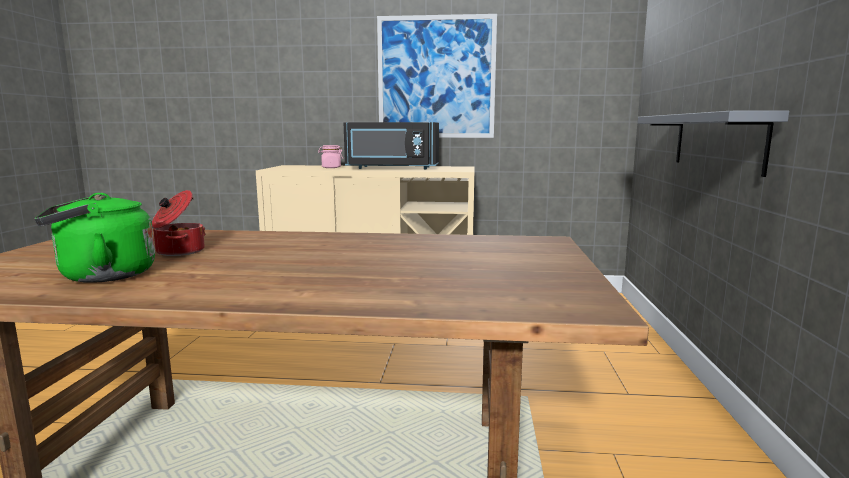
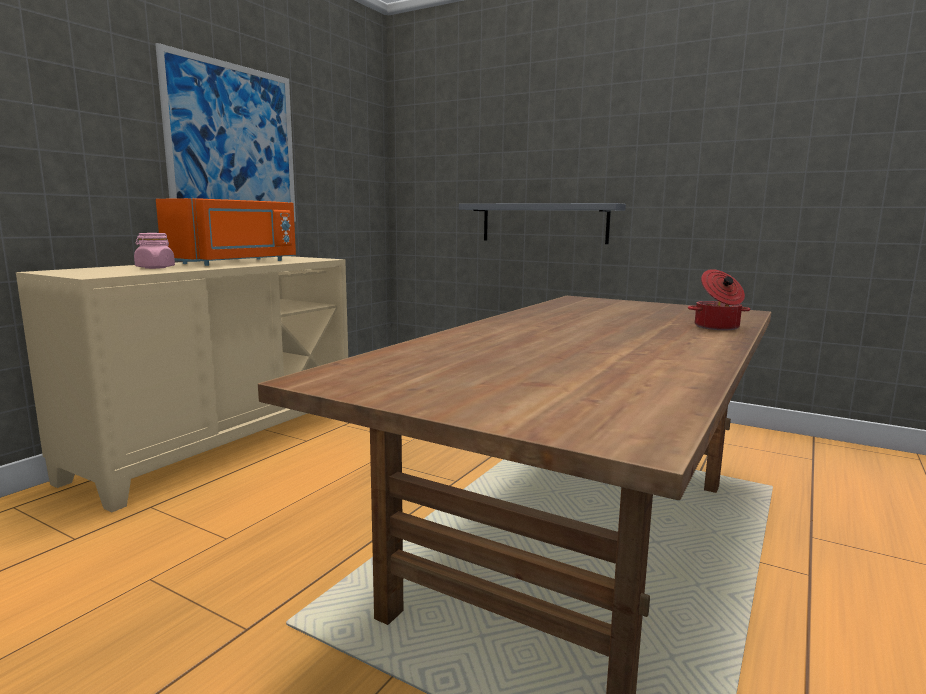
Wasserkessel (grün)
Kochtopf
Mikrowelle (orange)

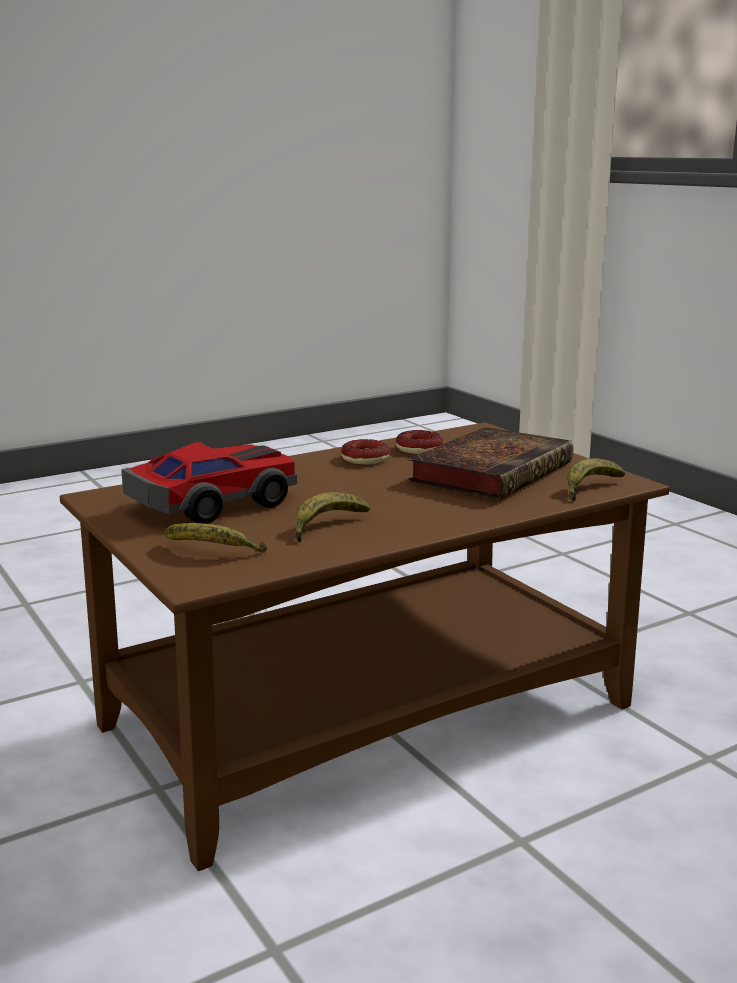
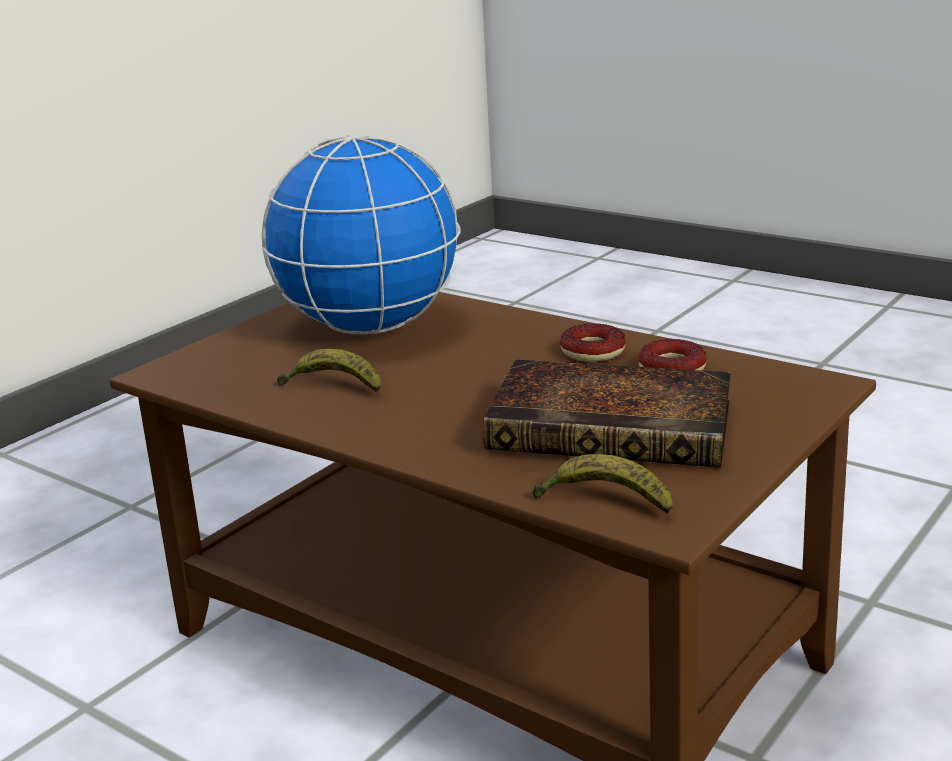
Globus
Banane (1st from left in the first image)

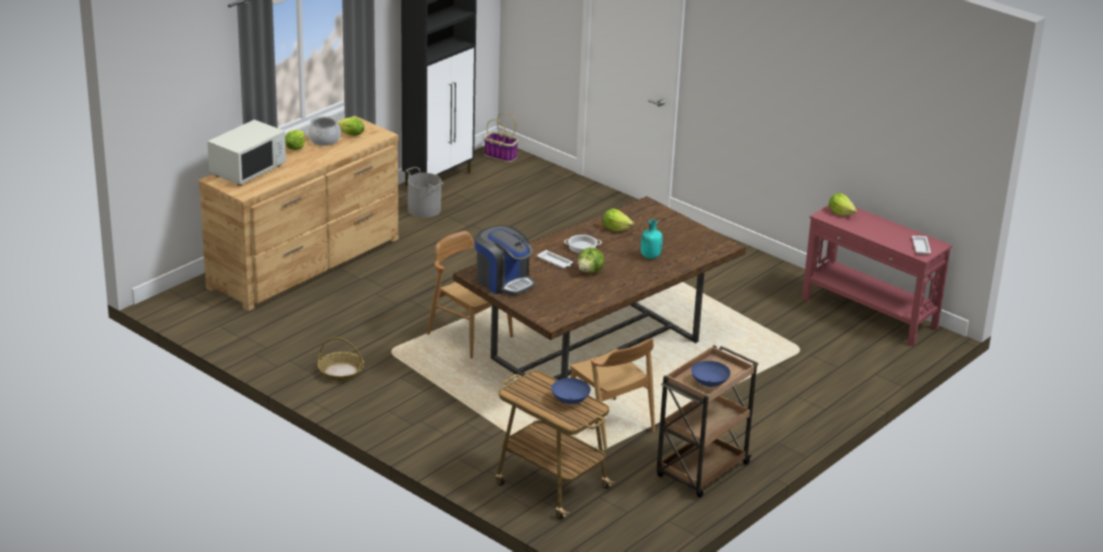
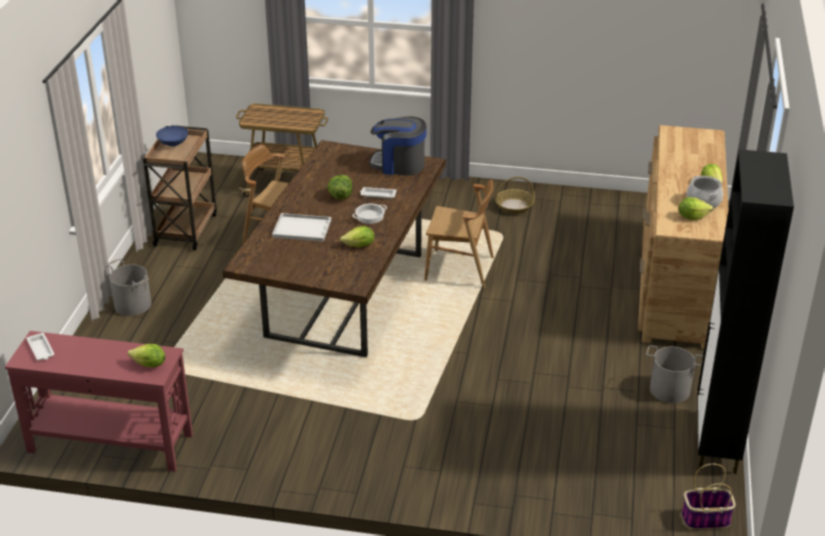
Mikrowelle (weiß)
Schüssel (blau) (1st from left in the first image)
Tablett (weiß) (2nd from left)
Eimer (grau) (1st from left)

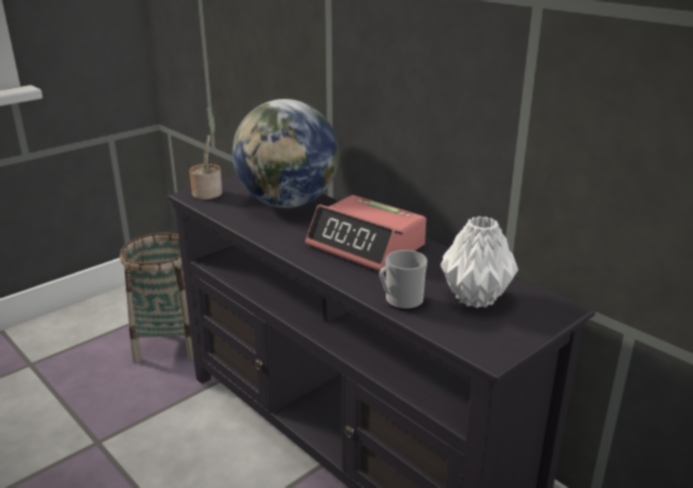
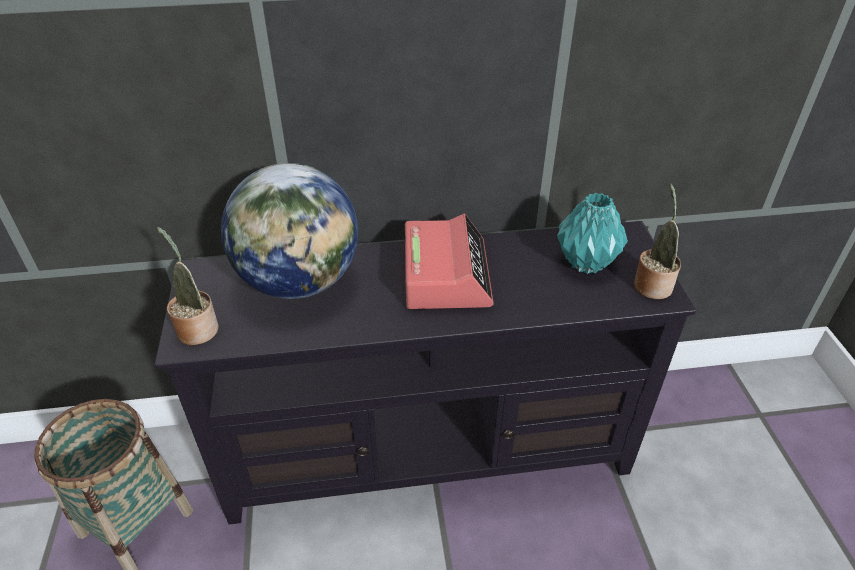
Wecker
Henkelbecher
Vase (türkis)
Topfpflanze (2nd from left)

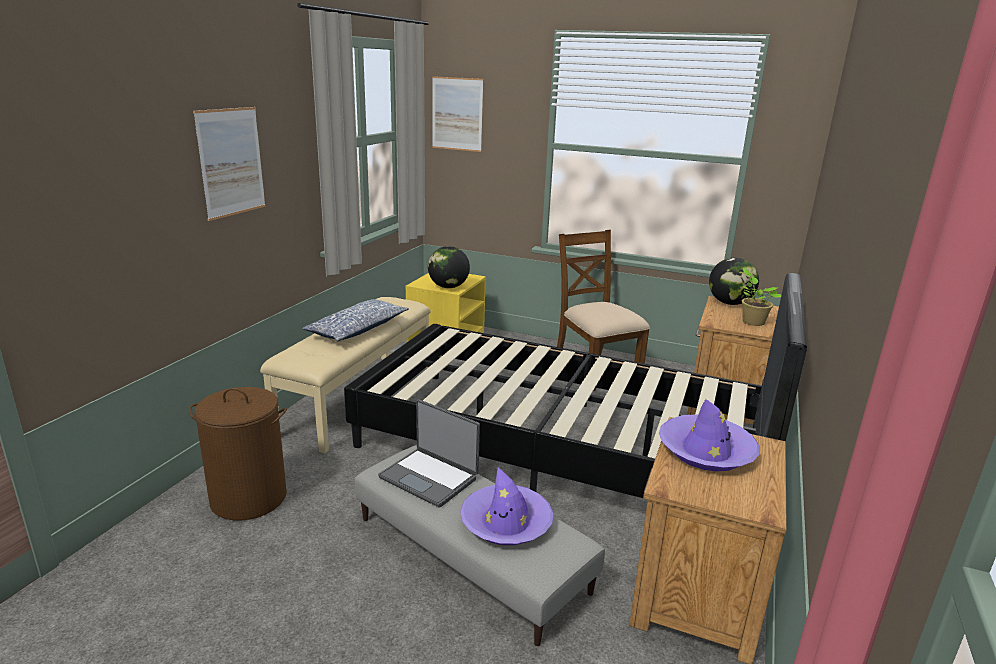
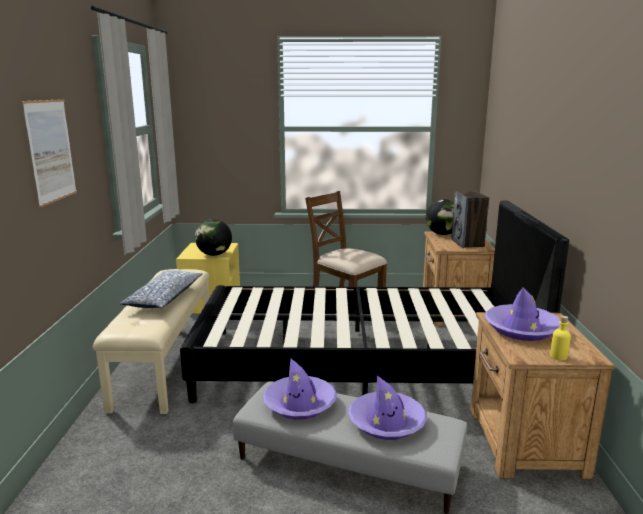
Wäschekorb (braun)
Hut (lila) (1st from left)
Bild (2nd from left in the first image)
Lautsprecher
Flasche (gelb)

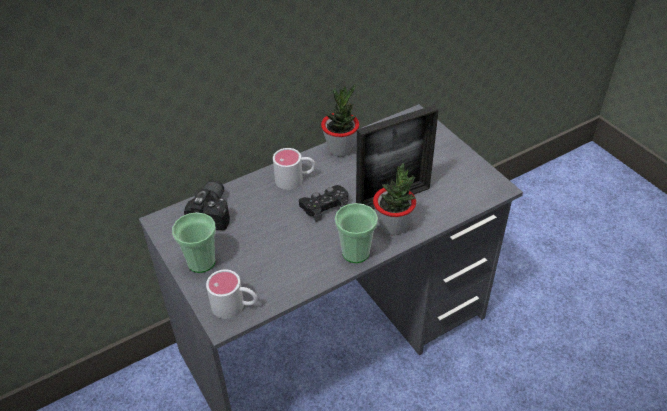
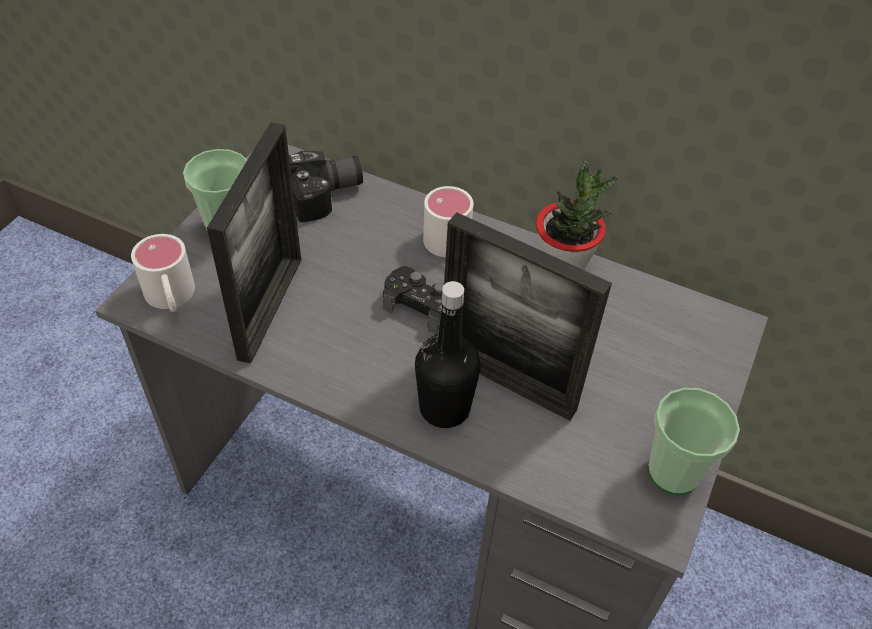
Tasse (2nd from left)
Flasche (schwarz)
Bilderrahmen (1st from left)

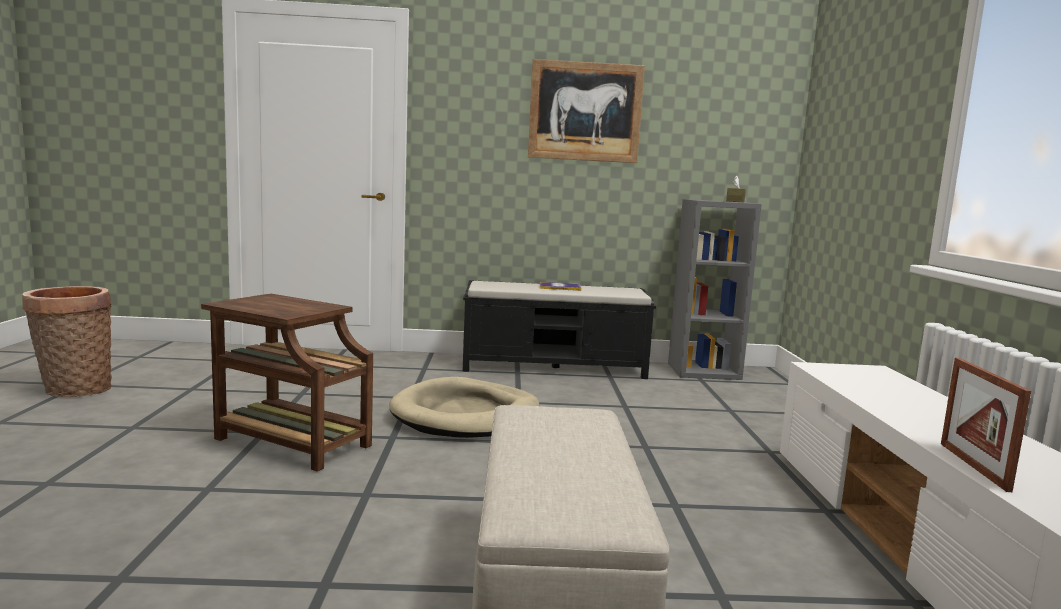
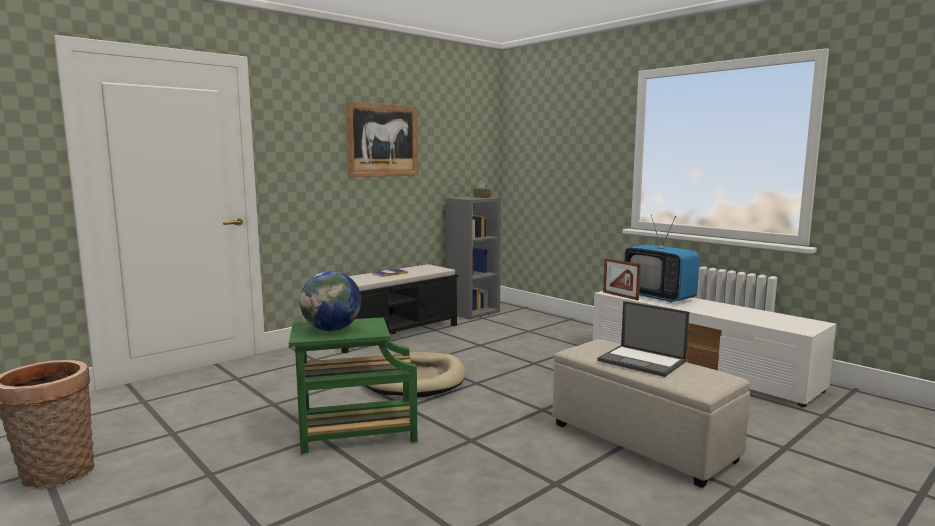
Beistelltisch (grün)
Bilderrahmen
Globus
Laptop
Fernseher

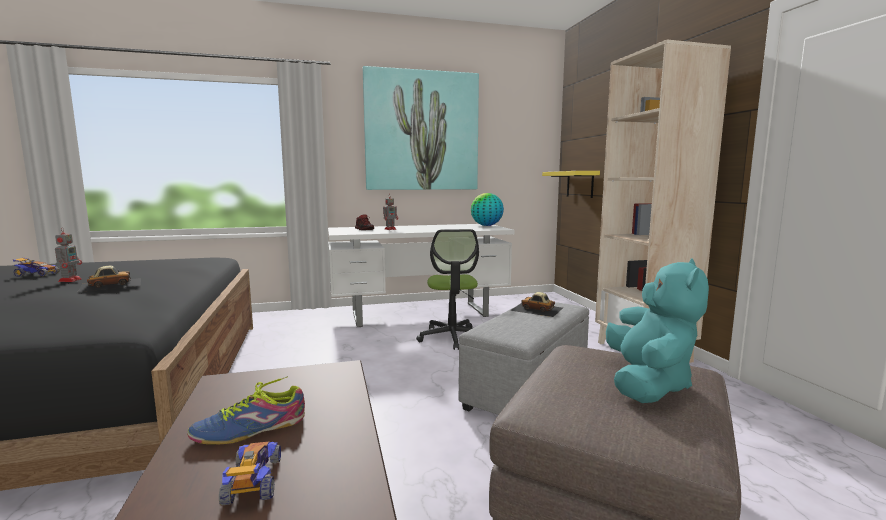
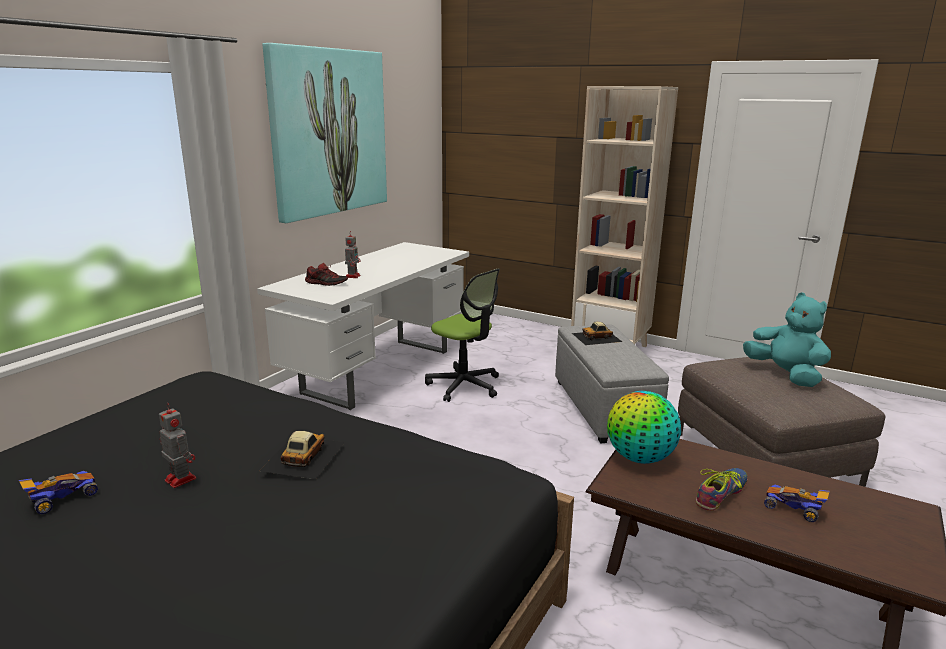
Schuh (2nd from left)
Globus
Wandregal (gelb)

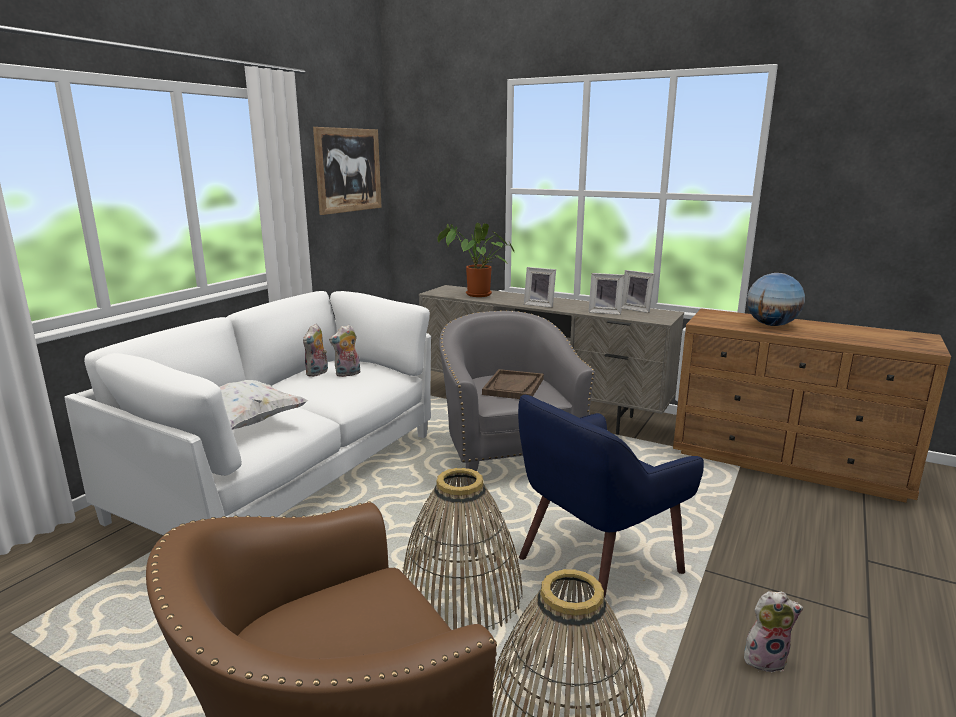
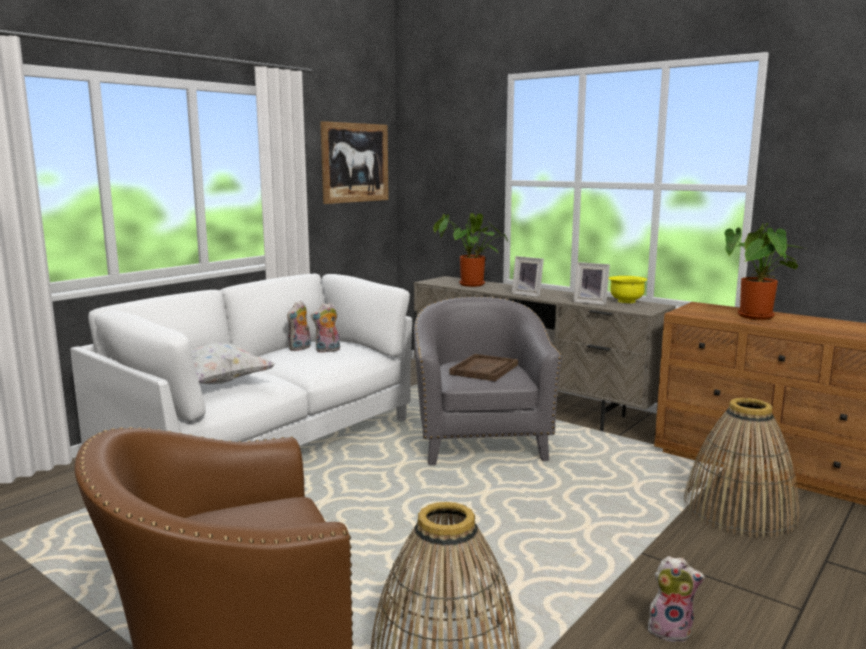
Korb (2nd from left)
Sessel (blau)
Schüssel (gelb)
Topfpflanze (2nd from left)

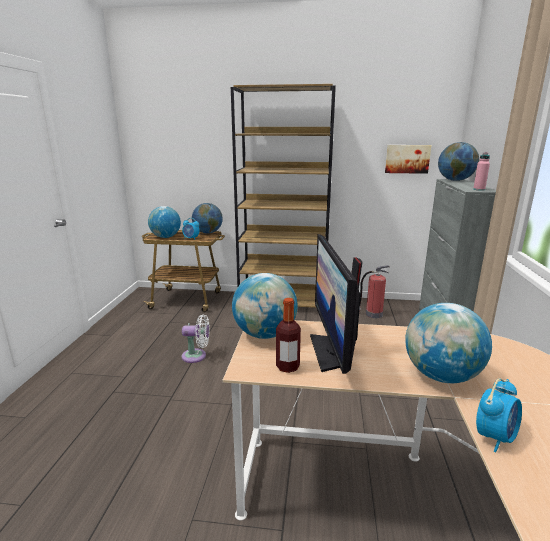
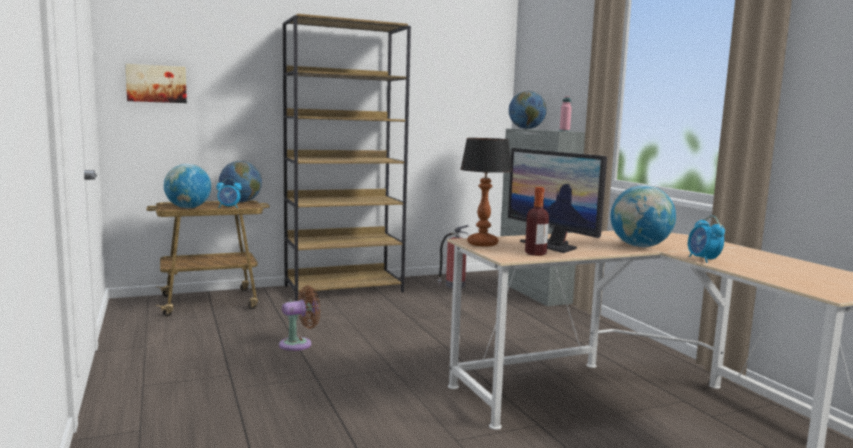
Ventilator (braun)
Tischlampe
Bild
Wecker (2nd from left)

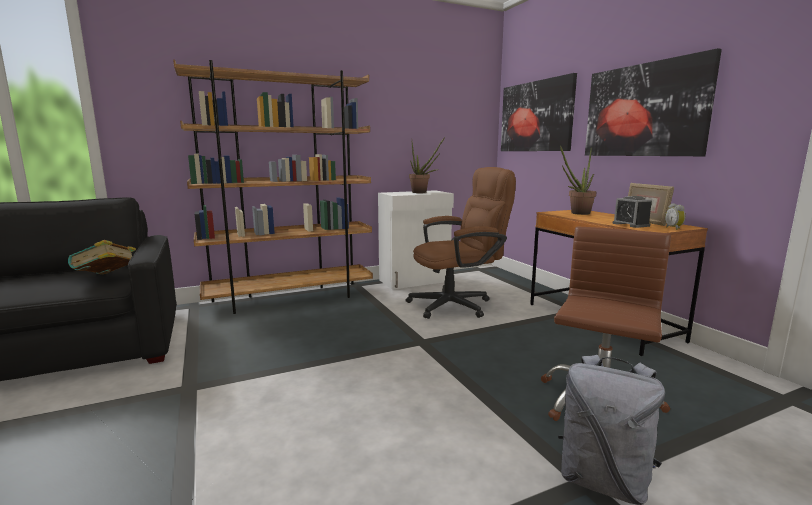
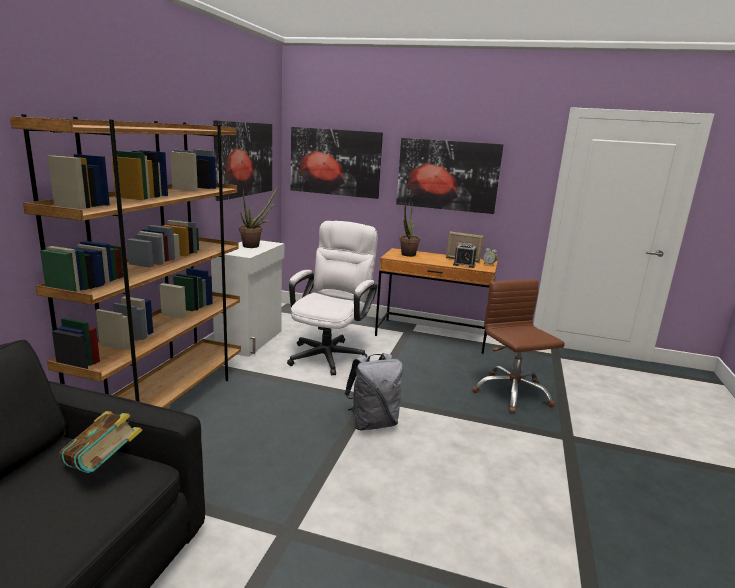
Bürostuhl (weiß)
Rucksack (grau)
Bild (1st from left)

